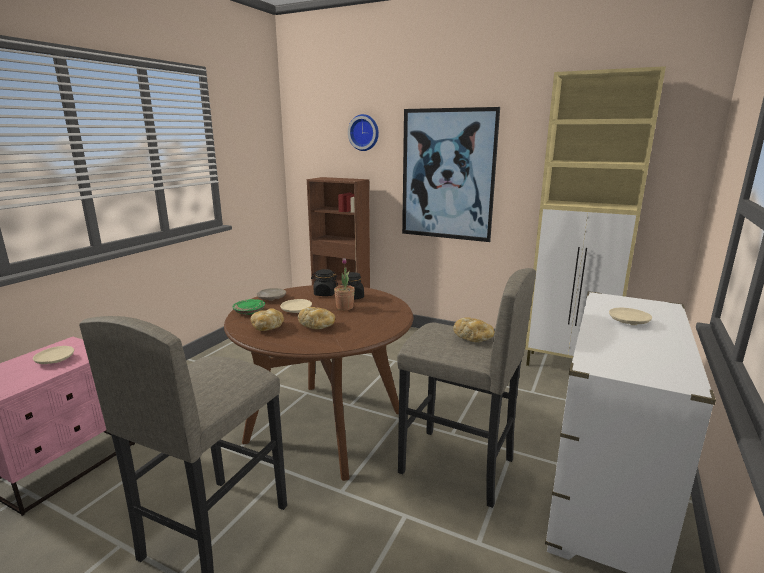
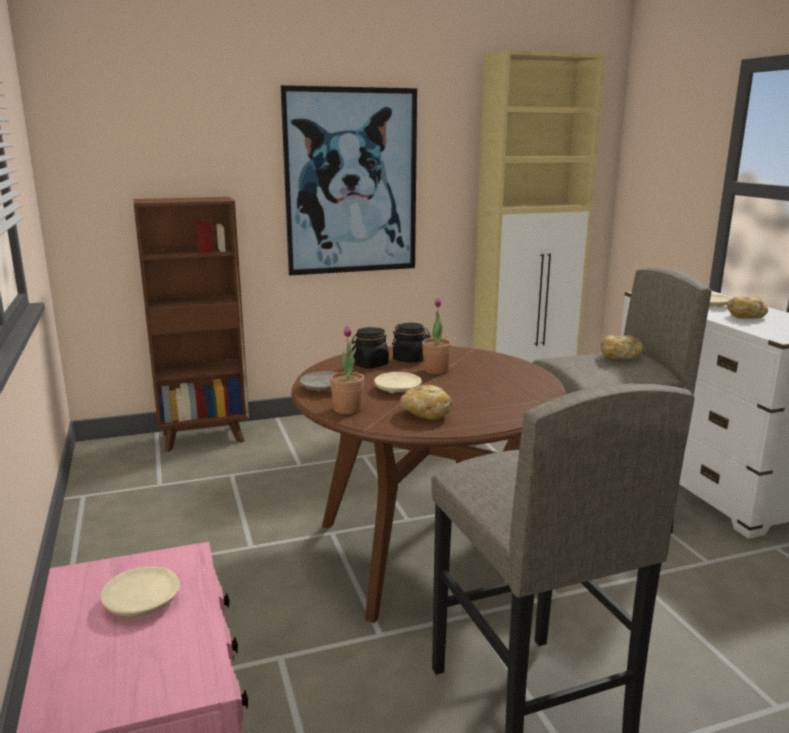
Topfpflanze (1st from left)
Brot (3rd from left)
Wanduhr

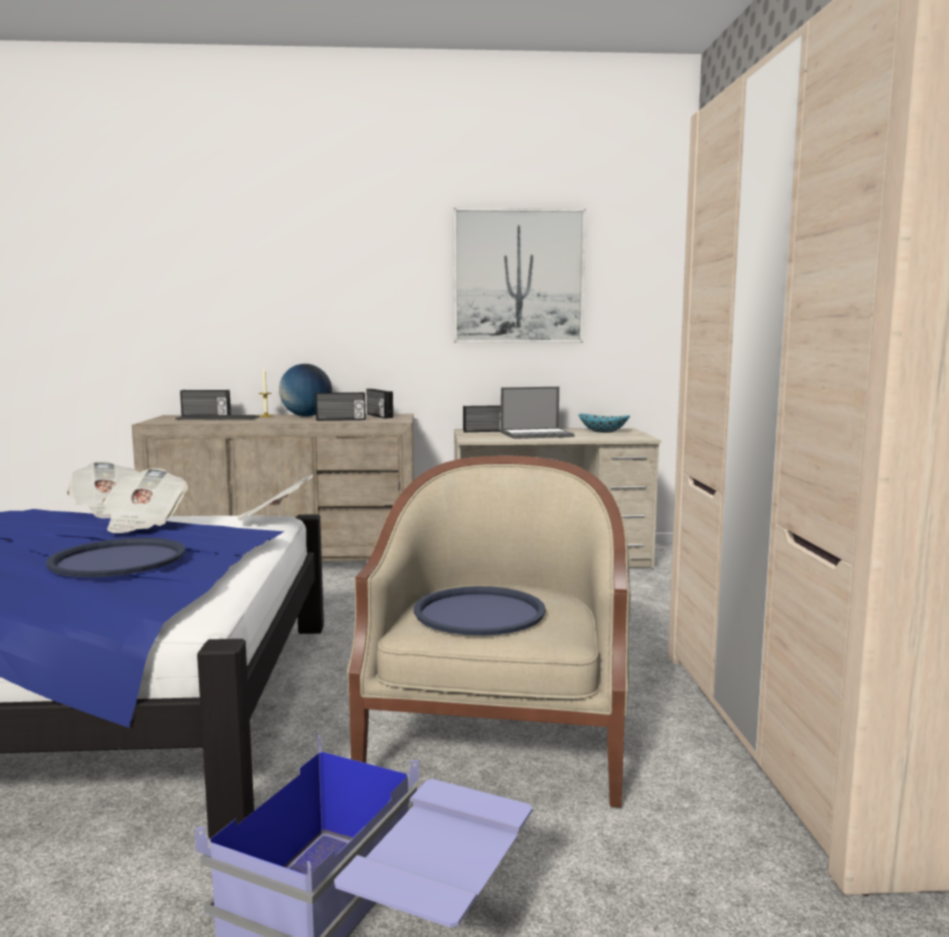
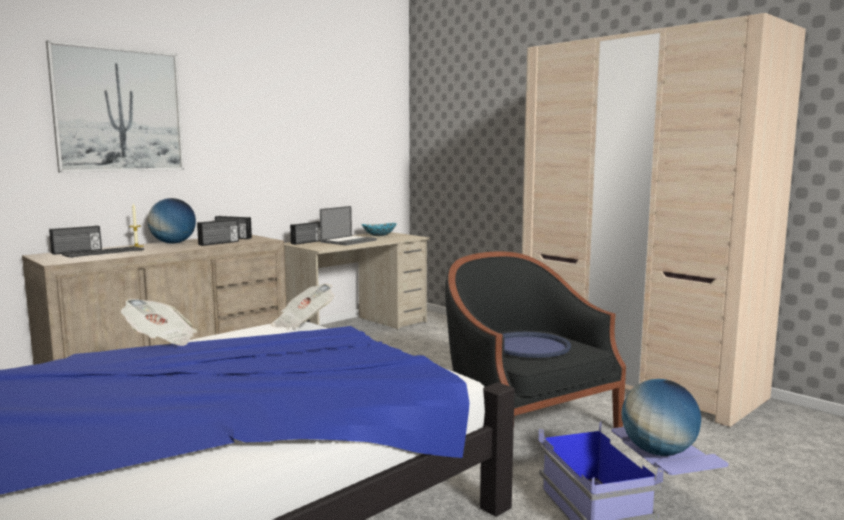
Tablett (blau) (1st from left in the first image)
Zeitung (2nd from left in the first image)
Sessel (schwarz)
Bild
Globus (2nd from left)

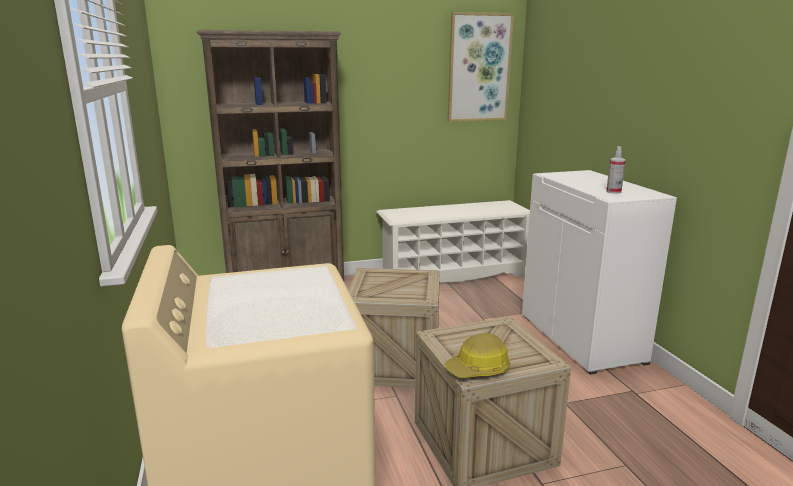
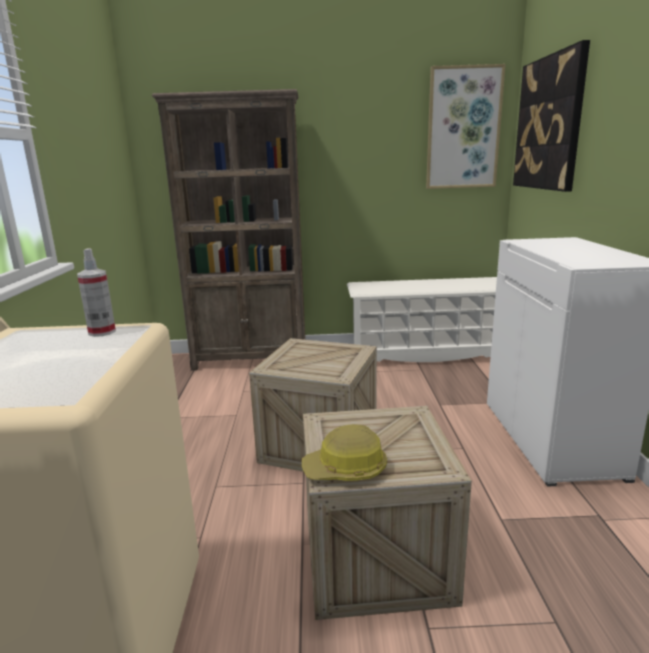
Sprühflasche
Bild (2nd from left)

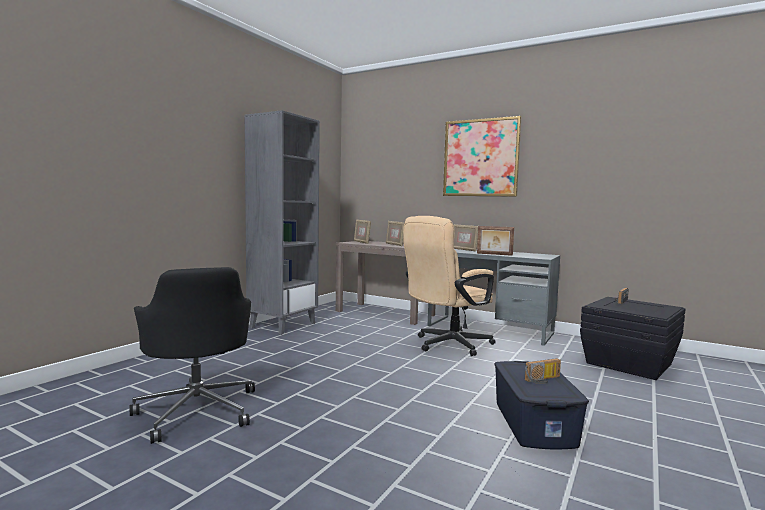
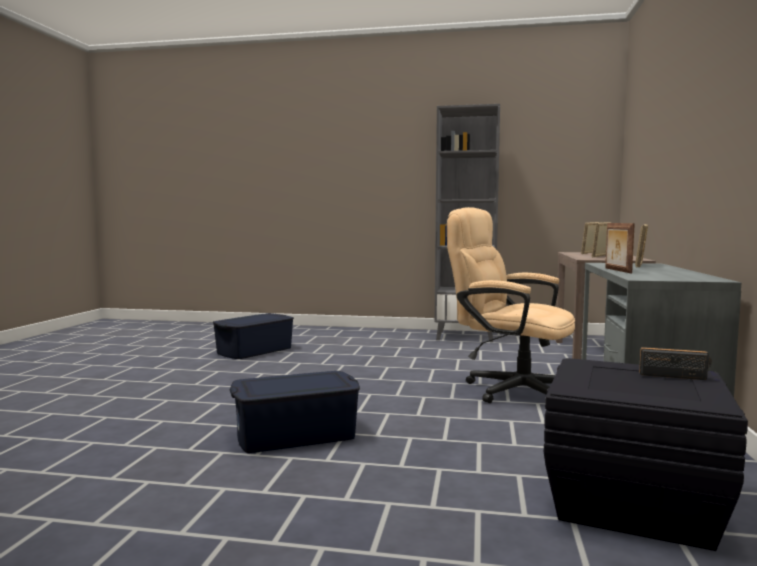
Aufbewahrungsbox (blau) (1st from left)
Bild
Radio (1st from left in the first image)

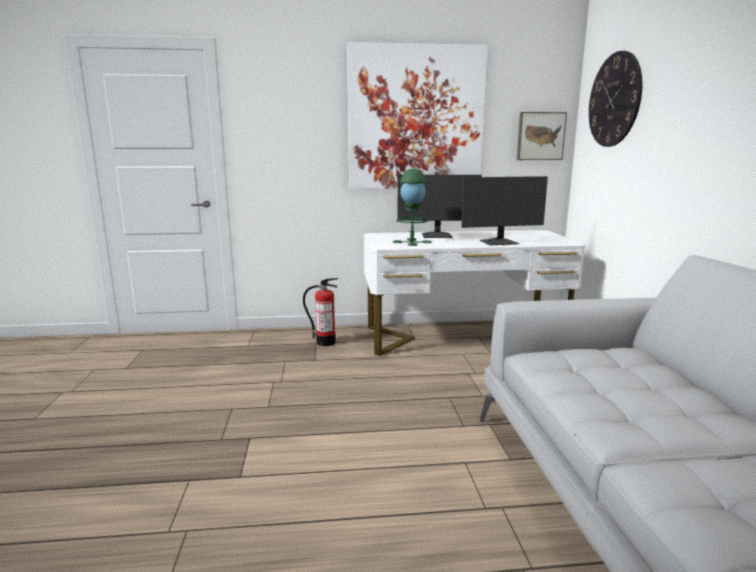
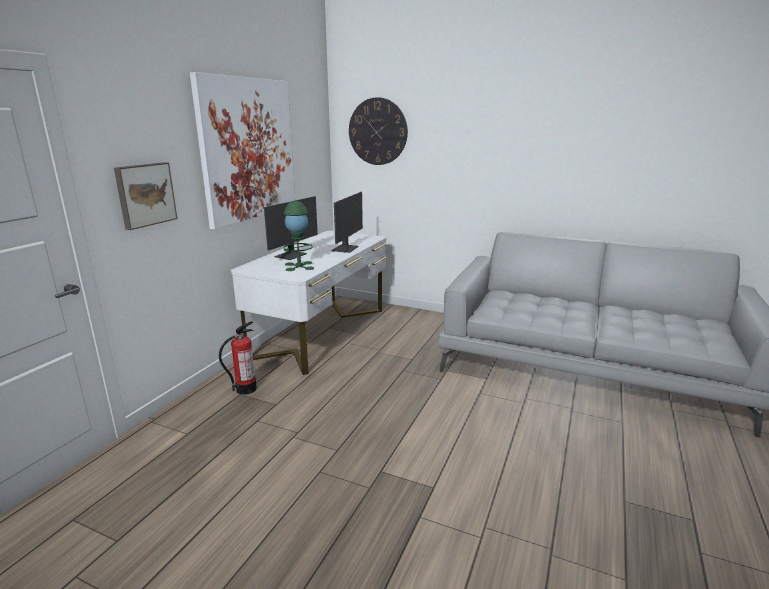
Bild (1st from left)

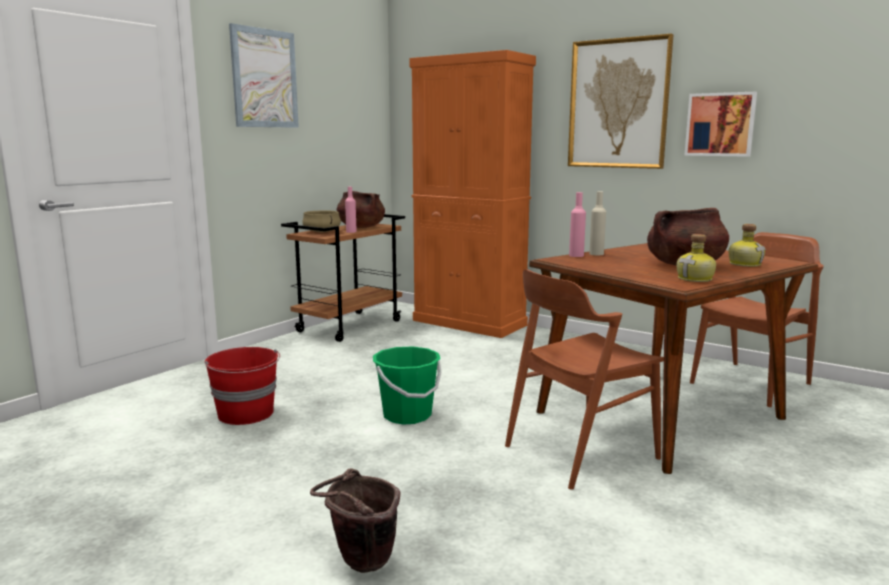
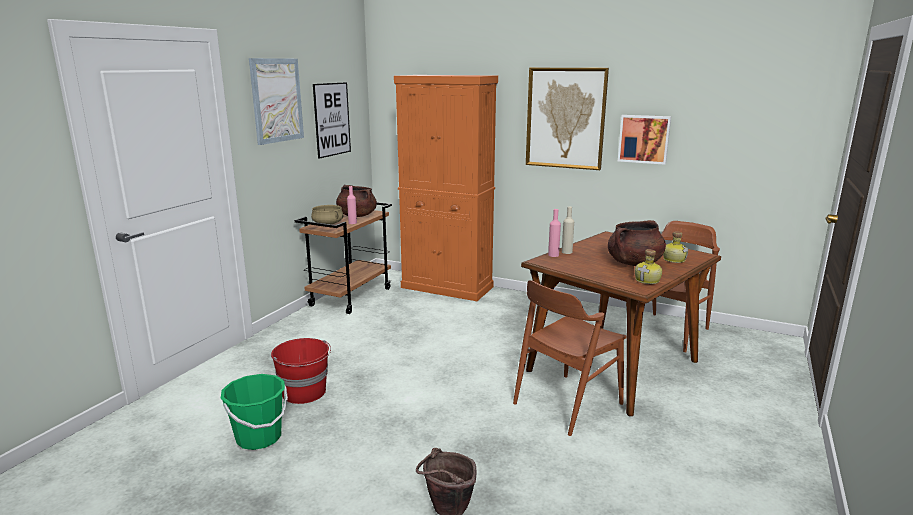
Eimer (grün)
Bild (2nd from left)

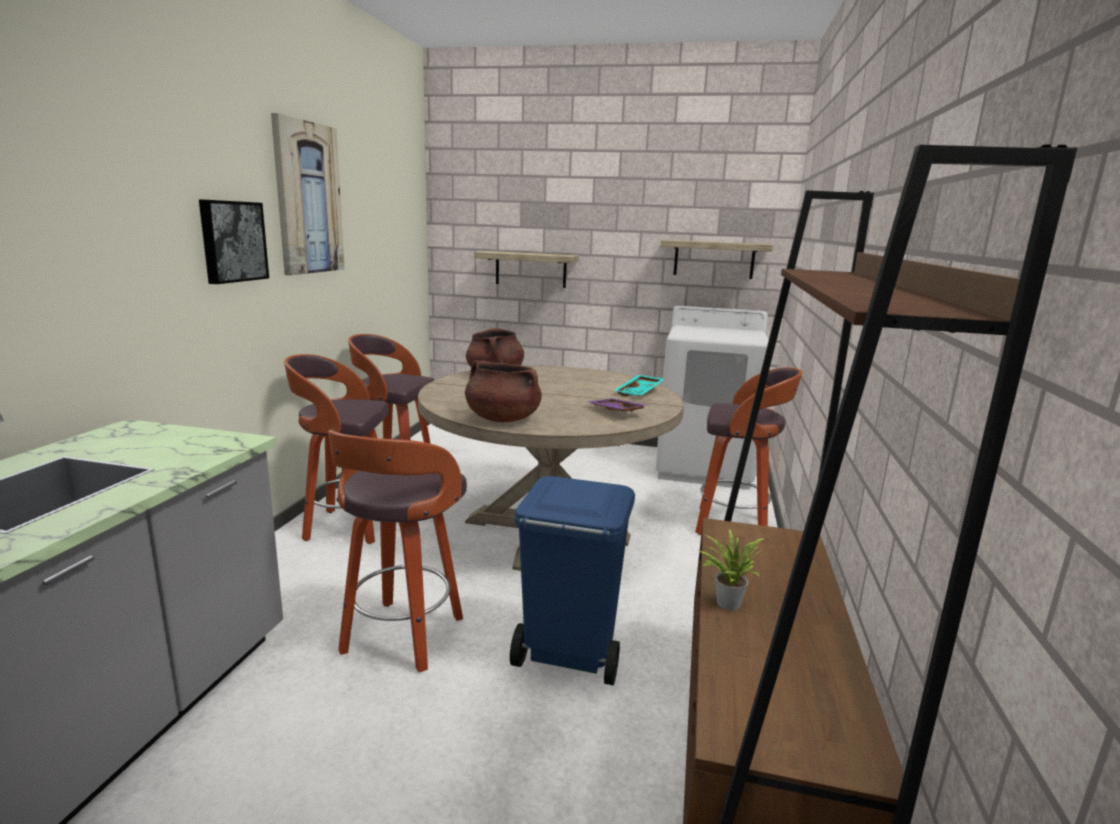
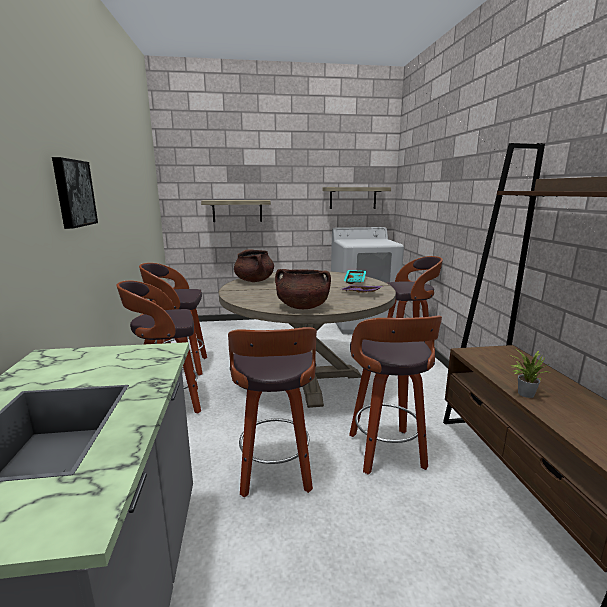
Bild (2nd from left in the first image)
Hocker (4th from left)

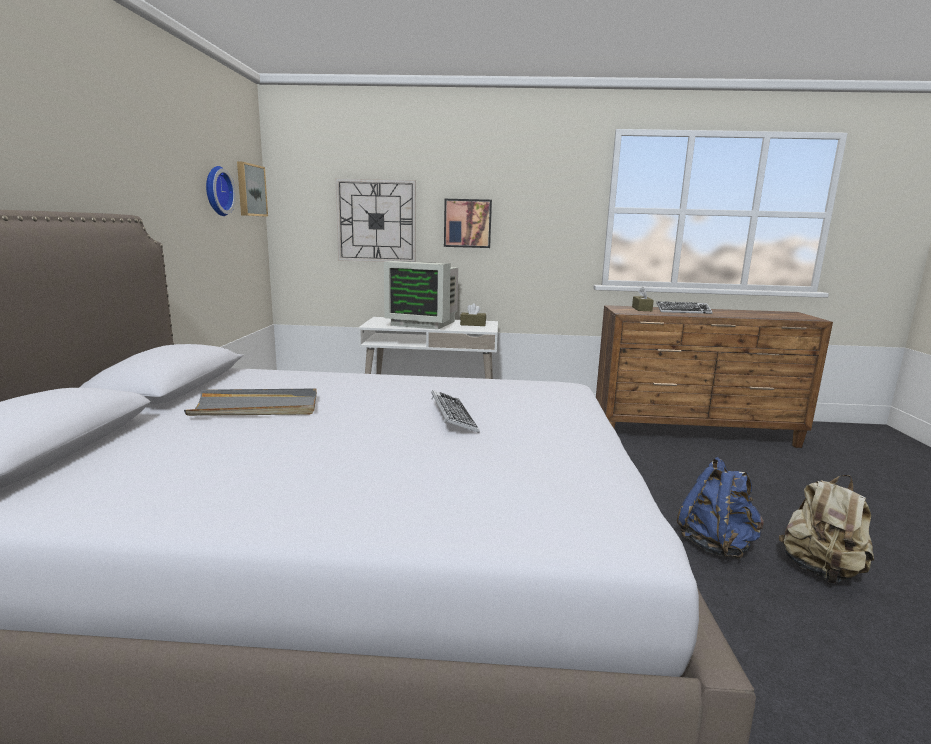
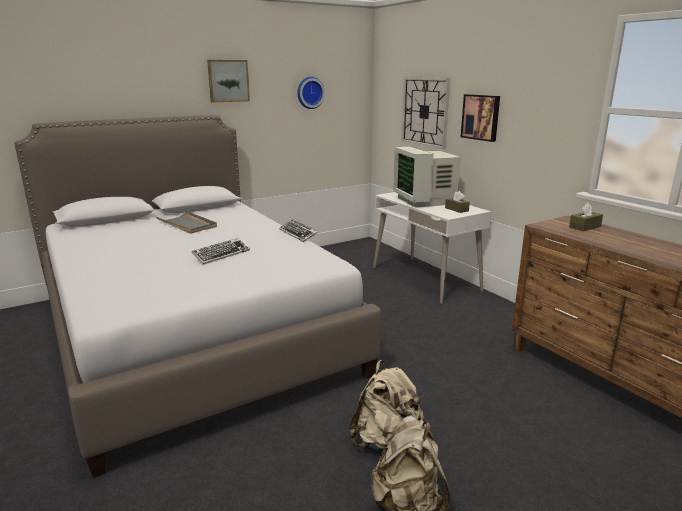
Bild (1st from left)
Tastatur (2nd from left)
Rucksack (beige) (1st from left)

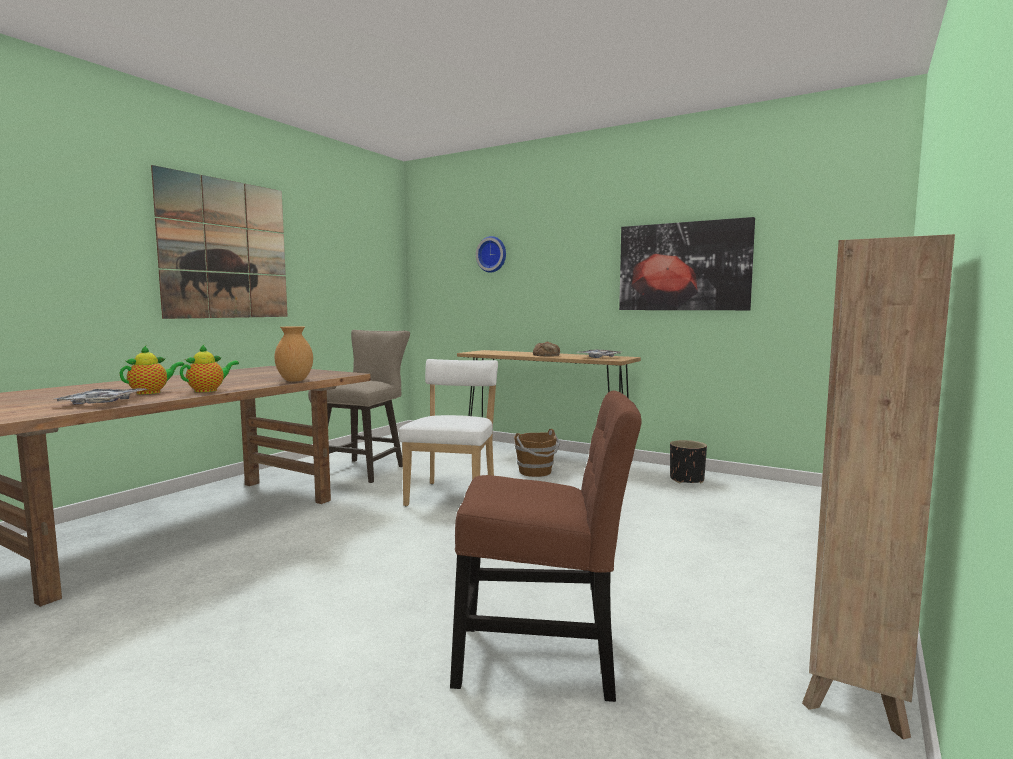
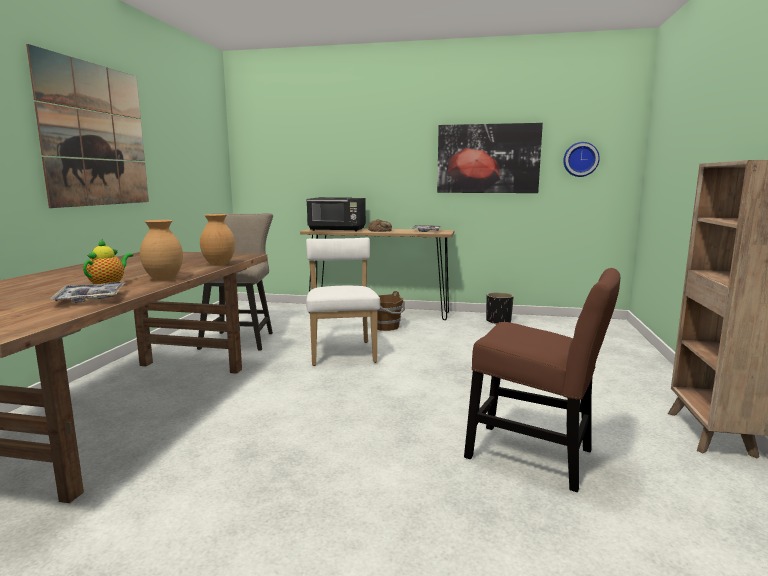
Vase (braun) (1st from left)
Stuhl (braun)
Wanduhr
Mikrowelle (schwarz)

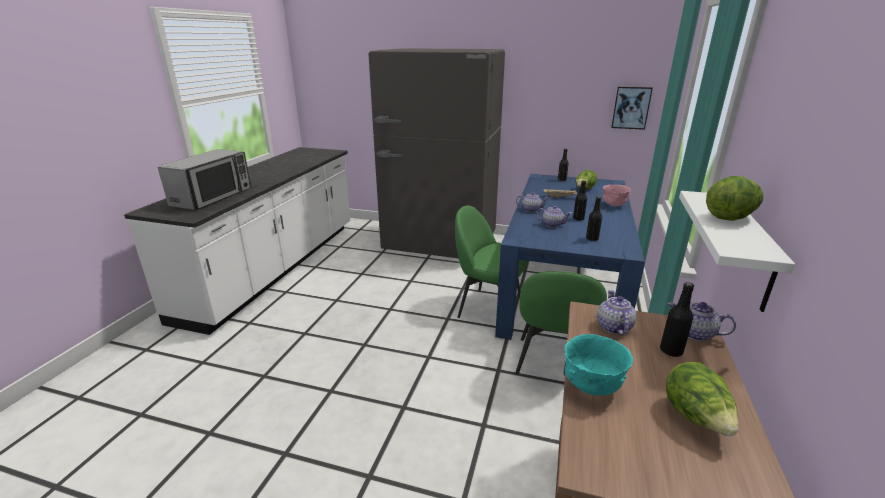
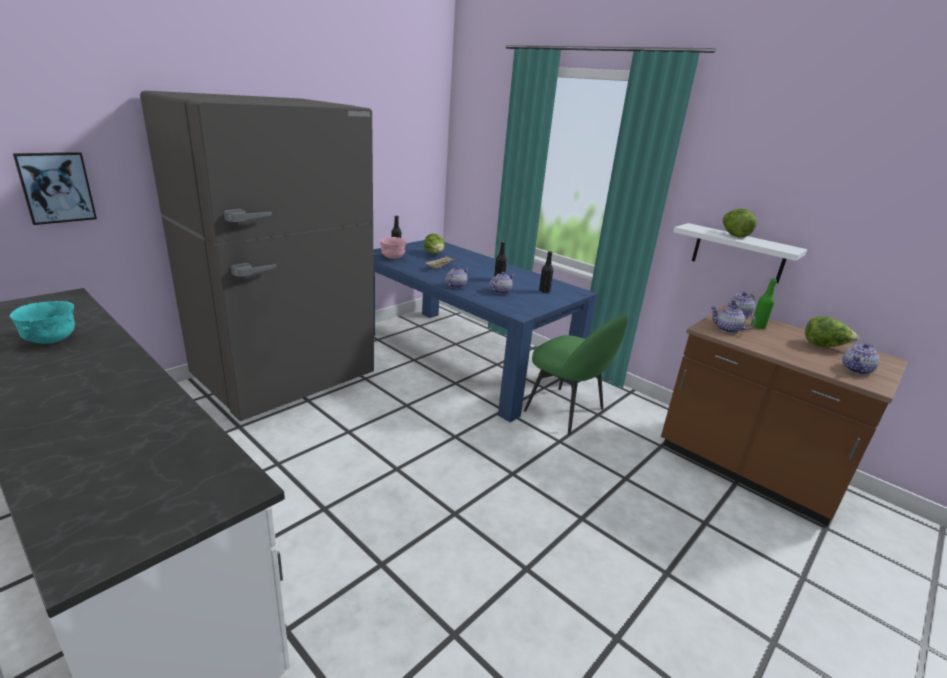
Mikrowelle
Stuhl (grün) (1st from left in the first image)
Schüssel (türkis)
Schüssel (rosa)
Bild
Flasche (grün)
Teekanne (5th from left)

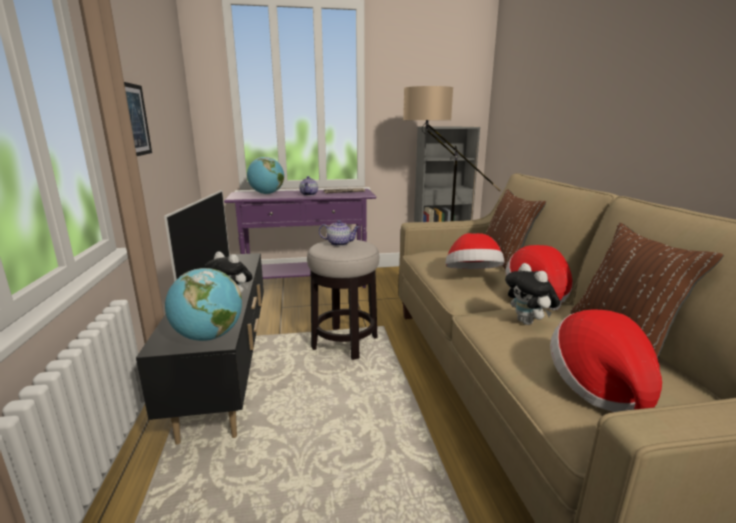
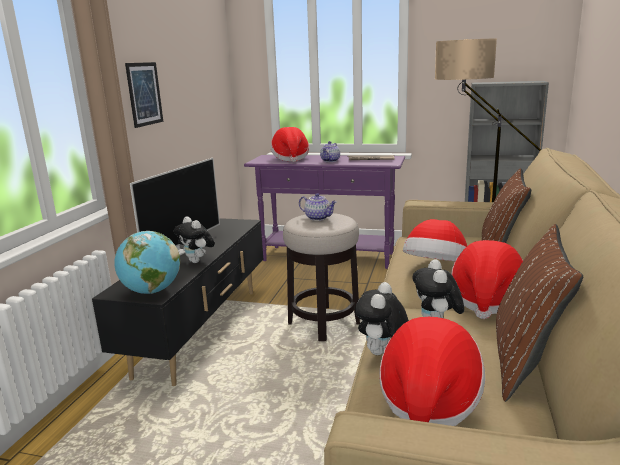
Hut (1st from left)
Plüschtier (2nd from left)

